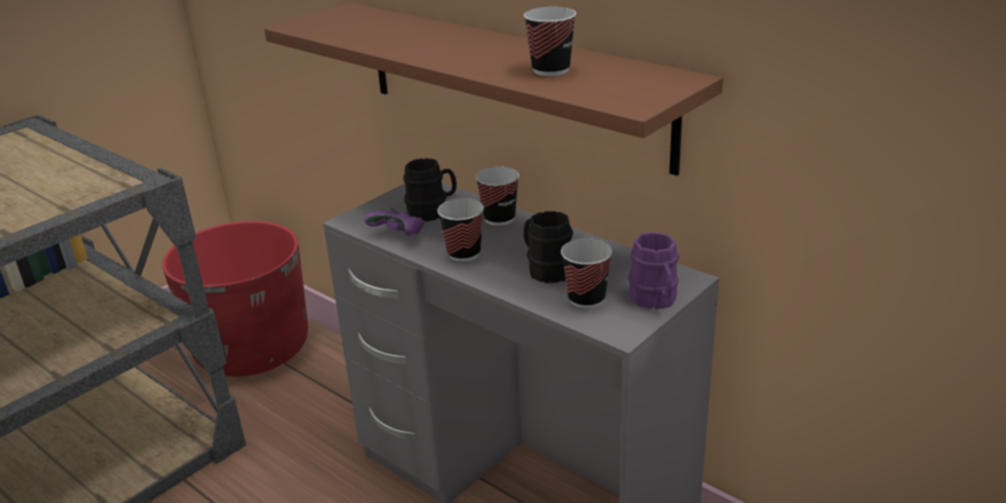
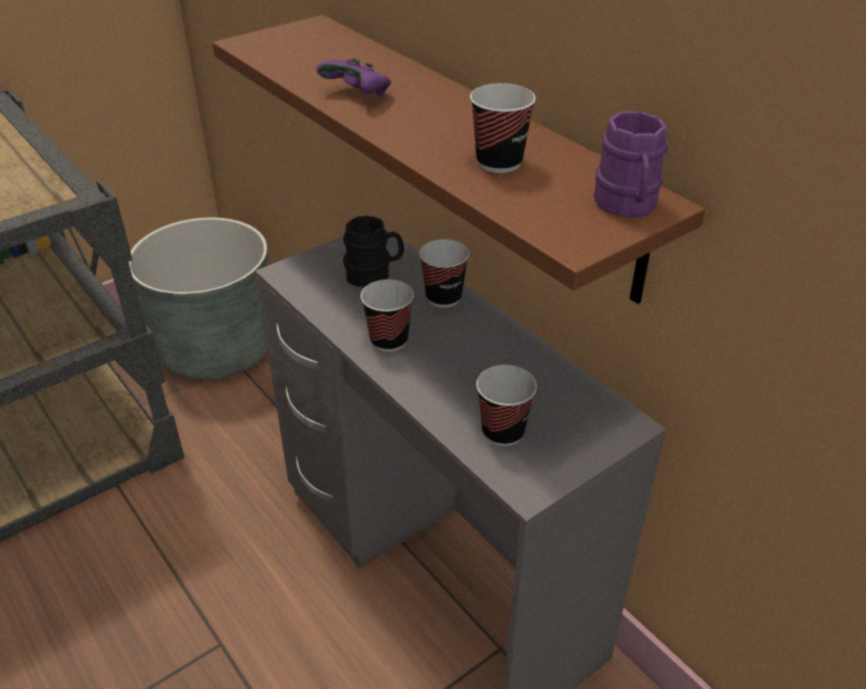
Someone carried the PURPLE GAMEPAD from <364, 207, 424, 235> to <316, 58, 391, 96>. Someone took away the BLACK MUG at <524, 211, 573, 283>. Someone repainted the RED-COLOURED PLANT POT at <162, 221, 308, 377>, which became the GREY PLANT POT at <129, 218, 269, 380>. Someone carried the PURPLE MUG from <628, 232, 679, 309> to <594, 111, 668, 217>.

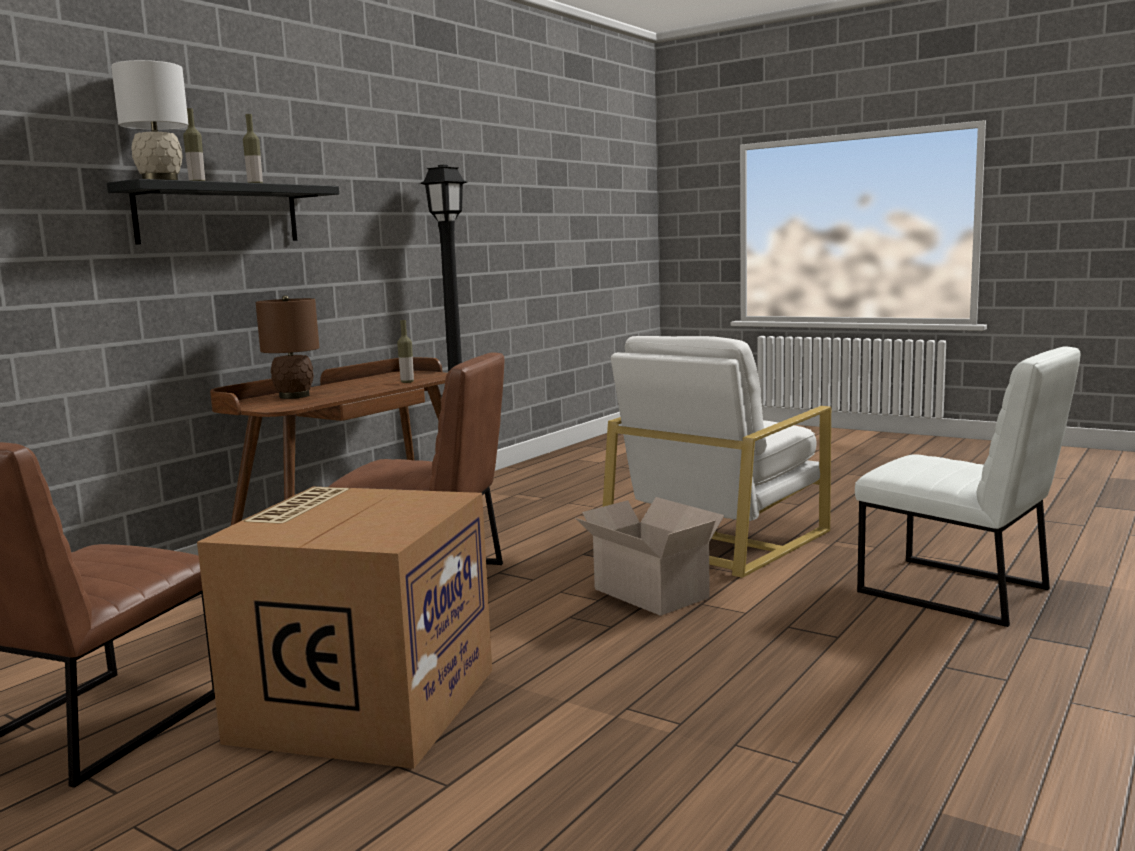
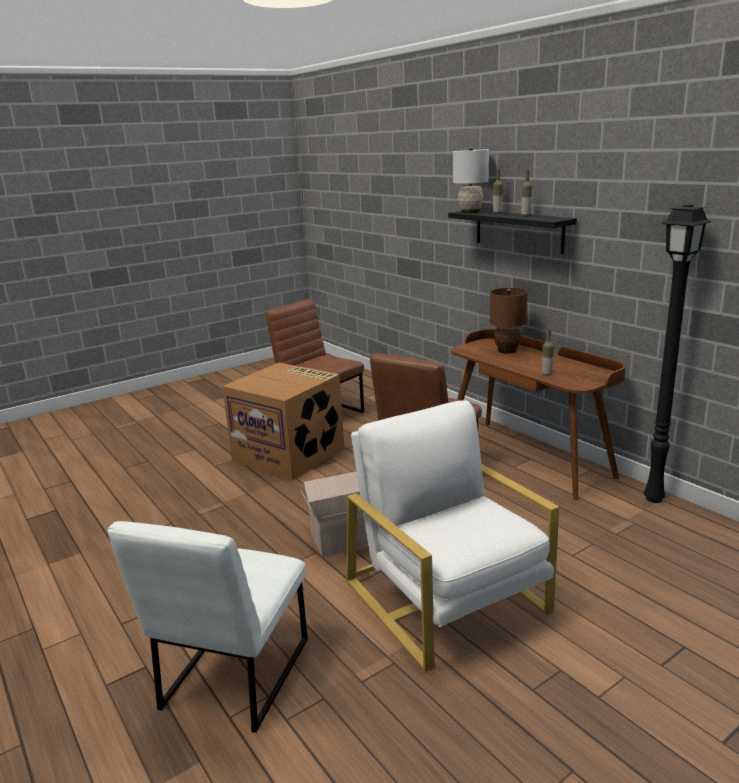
Someone rotated the WHITISH CHAIR at <855, 346, 1080, 627> by 45 degrees counterclockwise.

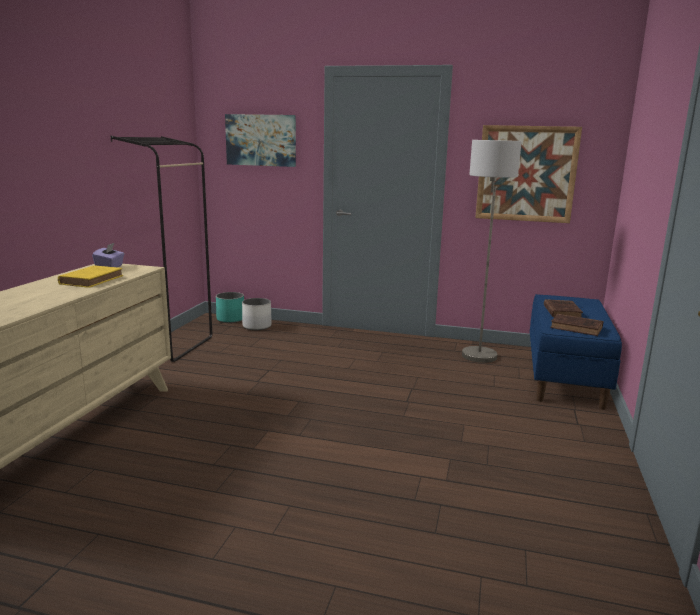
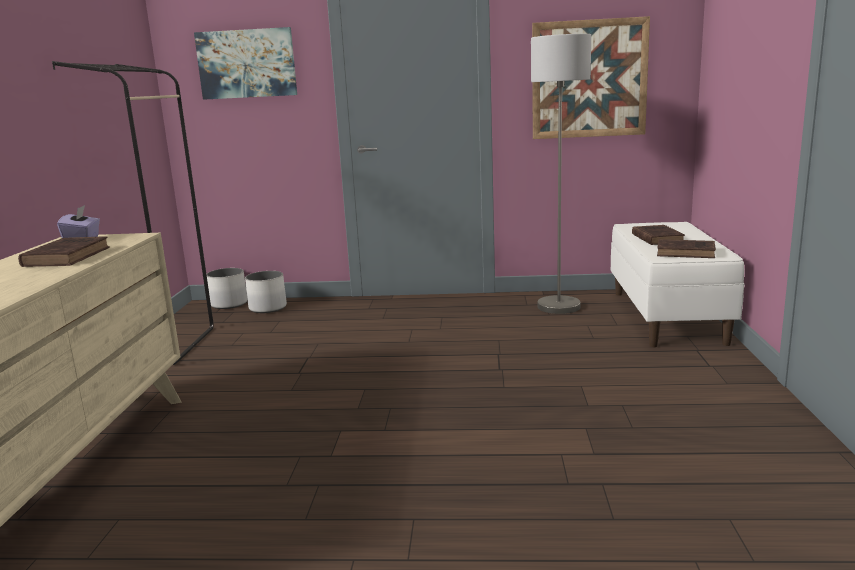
Someone repainted the YELLOW-COLOURED BOUND BOOK at <58, 265, 123, 288>, which became the BROWN BOUND BOOK at <18, 236, 110, 267>. Someone repainted the TURQUOISE PLANT POT at <216, 292, 244, 323>, which became the WHITISH PLANT POT at <206, 268, 247, 309>. Someone repainted the BLUISH BENCH at <530, 294, 622, 410>, which became the WHITISH BENCH at <611, 222, 745, 347>.

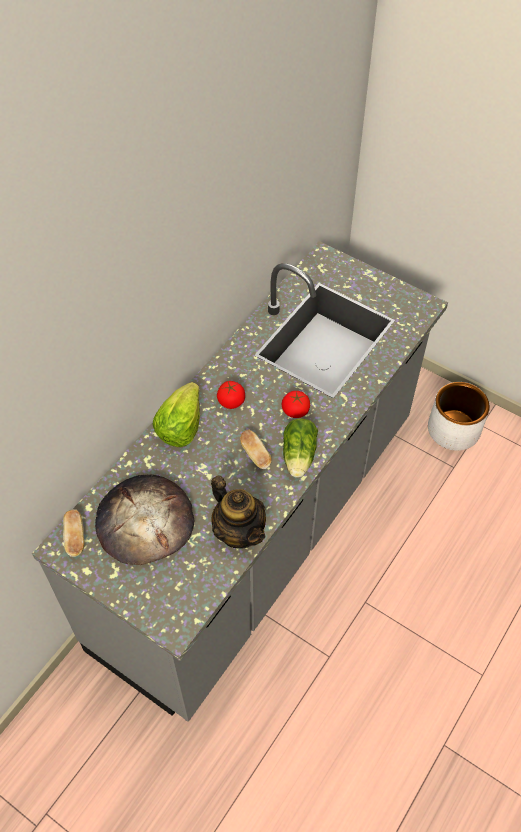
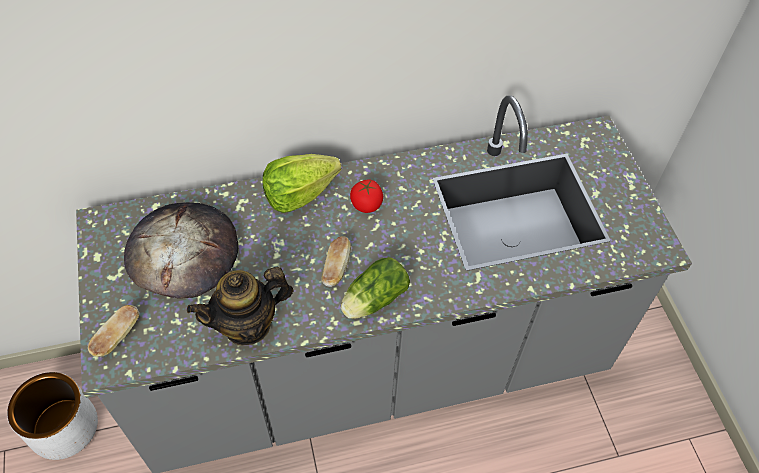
Someone carried the WHITISH PLANT POT from <428, 382, 490, 451> to <7, 372, 98, 460>. Someone took away the TOMATO at <282, 391, 310, 418>. Someone rotated the TEA POT at <211, 475, 266, 549> by 60 degrees clockwise. Someone carried the BAKERY BREAD from <63, 509, 85, 557> to <88, 305, 140, 357>.

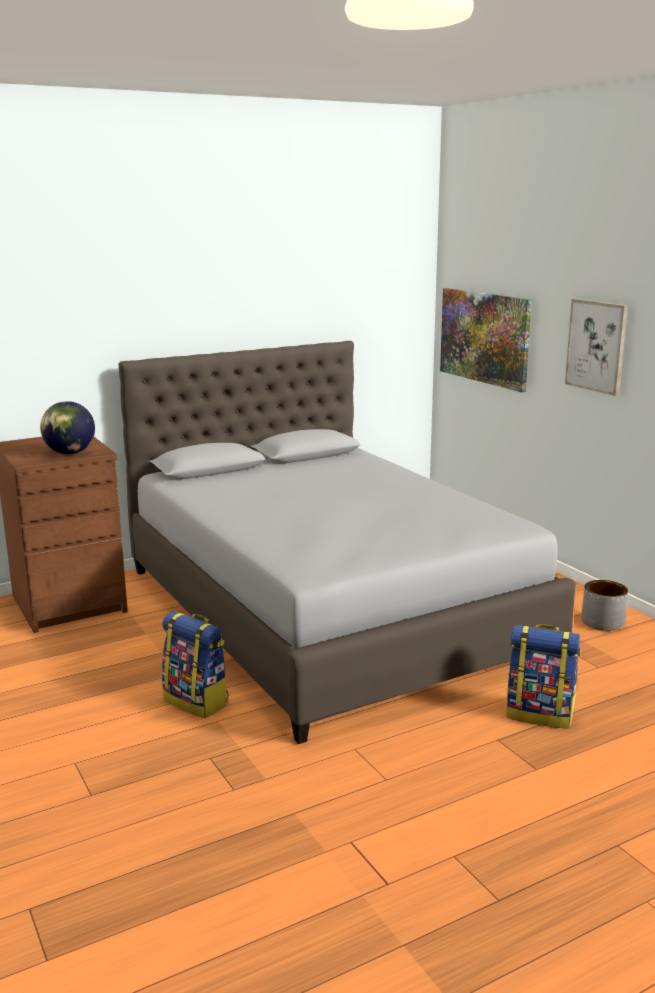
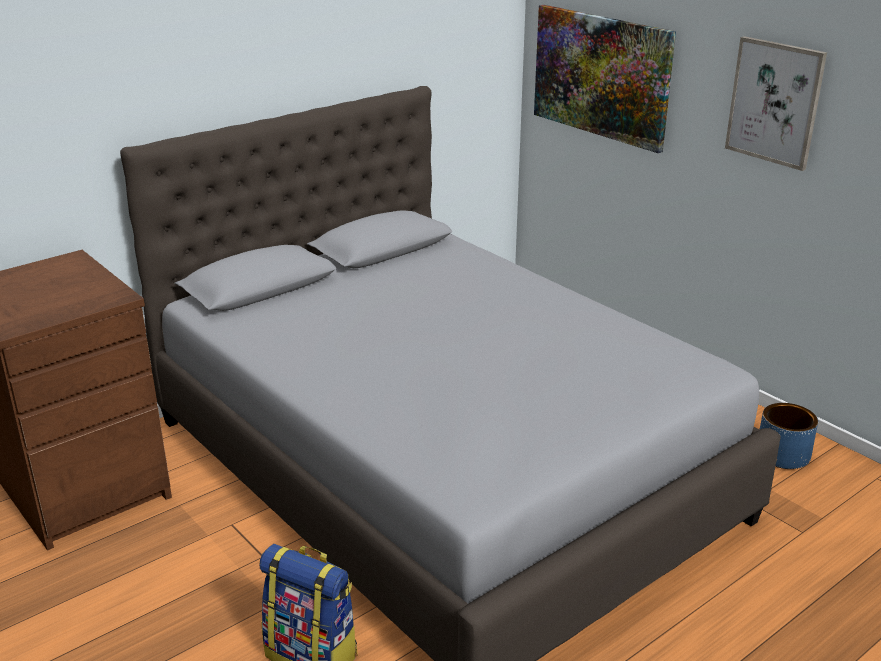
Someone took away the GLOBE at <40, 401, 95, 454>. Someone repainted the GREY PLANT POT at <581, 580, 628, 631>, which became the BLUISH PLANT POT at <759, 403, 818, 469>. Someone took away the KNAPSACK at <506, 624, 580, 729>.

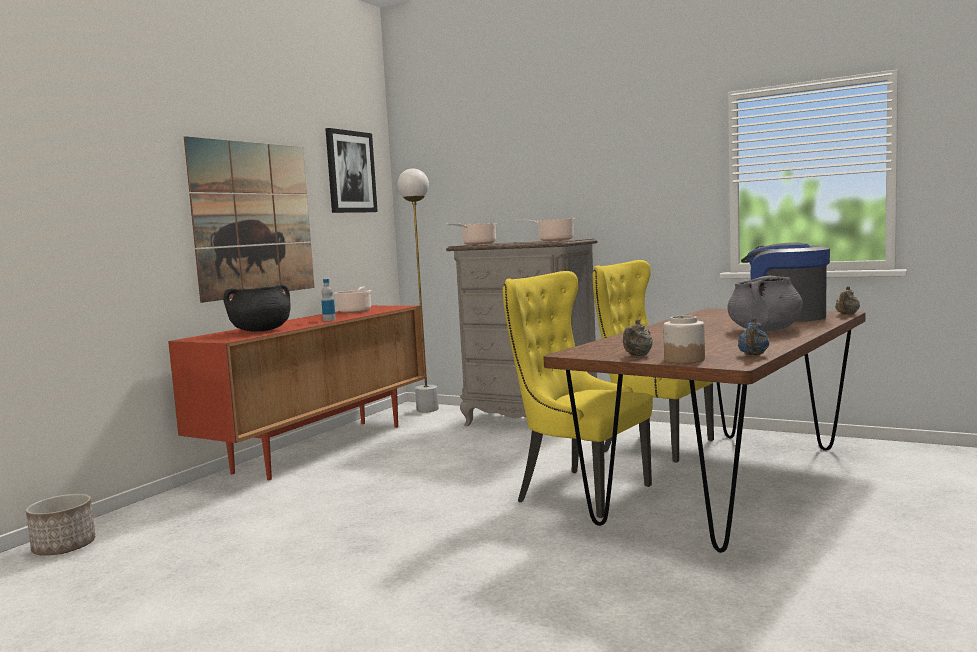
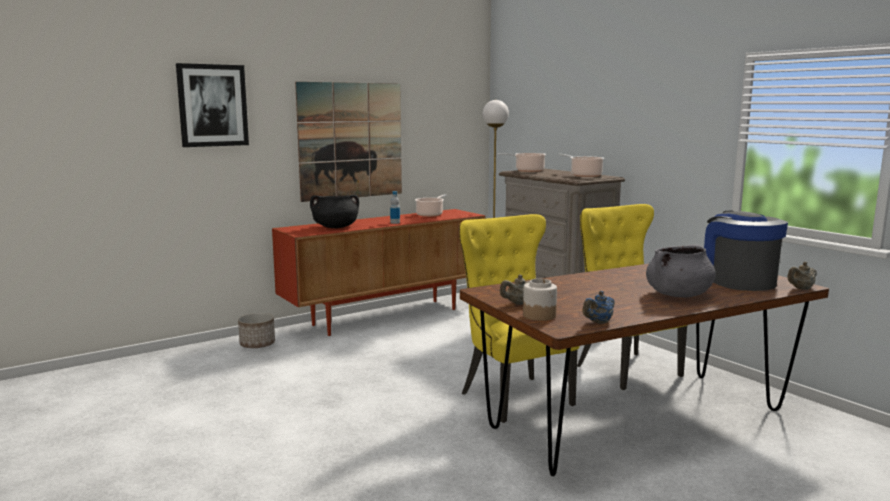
Someone carried the PICTURE from <325, 128, 378, 213> to <176, 63, 249, 147>. Someone carried the PLANT POT from <26, 494, 95, 556> to <238, 313, 275, 348>.

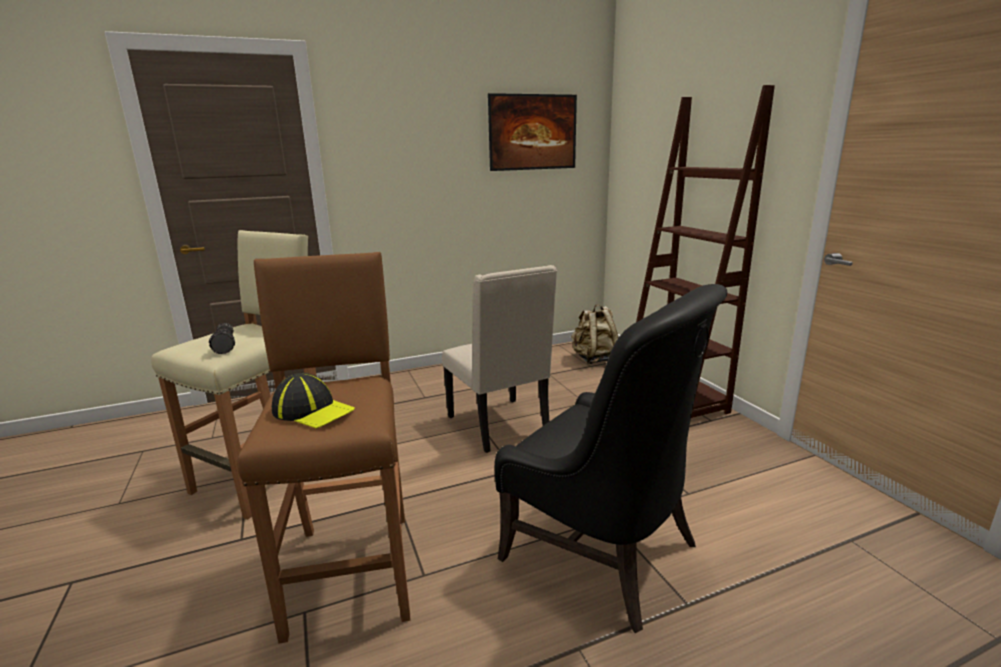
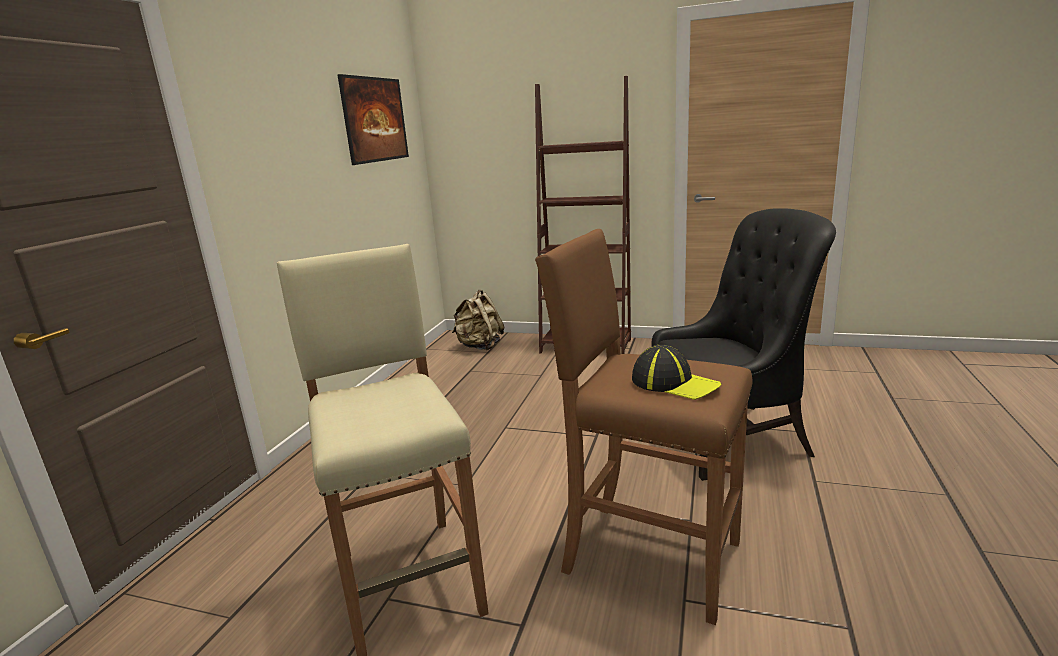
Someone took away the BEIGE-COLOURED CHAIR at <442, 265, 557, 453>. Someone took away the FLASHLIGHT at <209, 323, 235, 354>. Someone rotated the BASEBALL CAP at <272, 373, 355, 429> by 60 degrees clockwise.

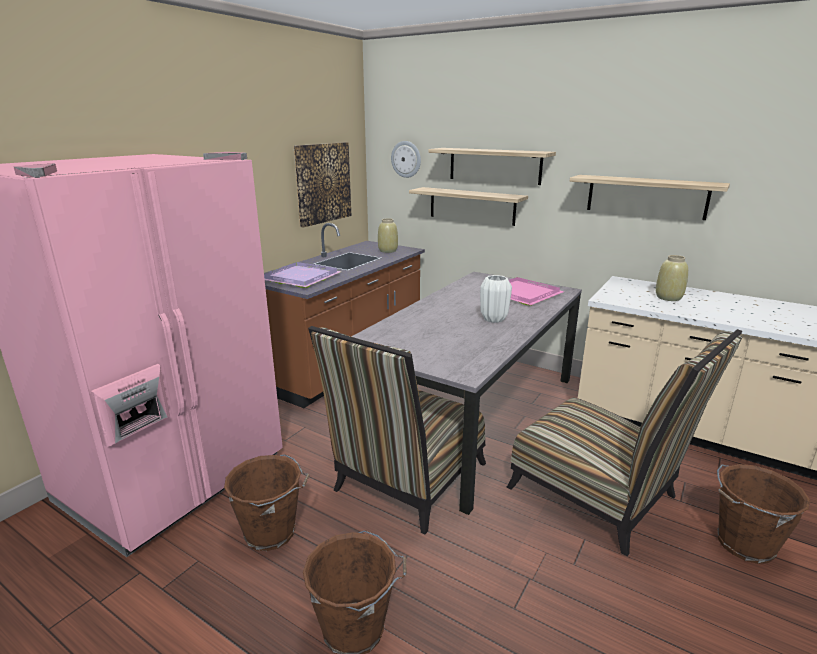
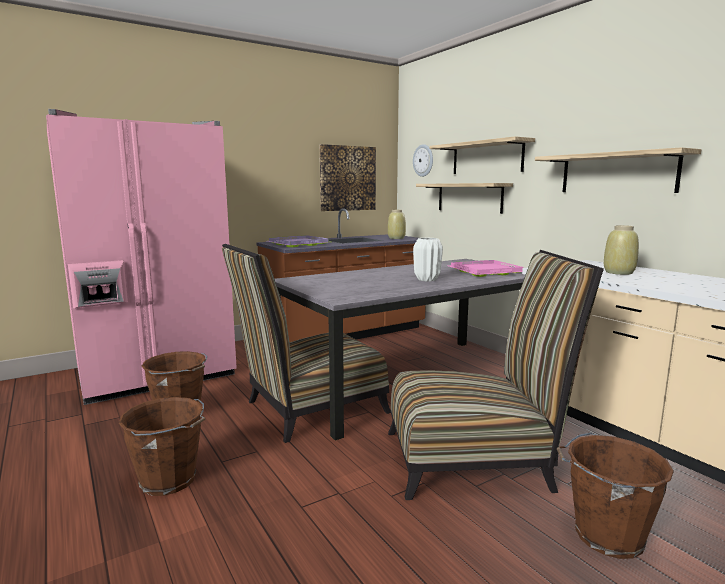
Someone rotated the CHAIR at <507, 329, 743, 556> by 75 degrees counterclockwise.

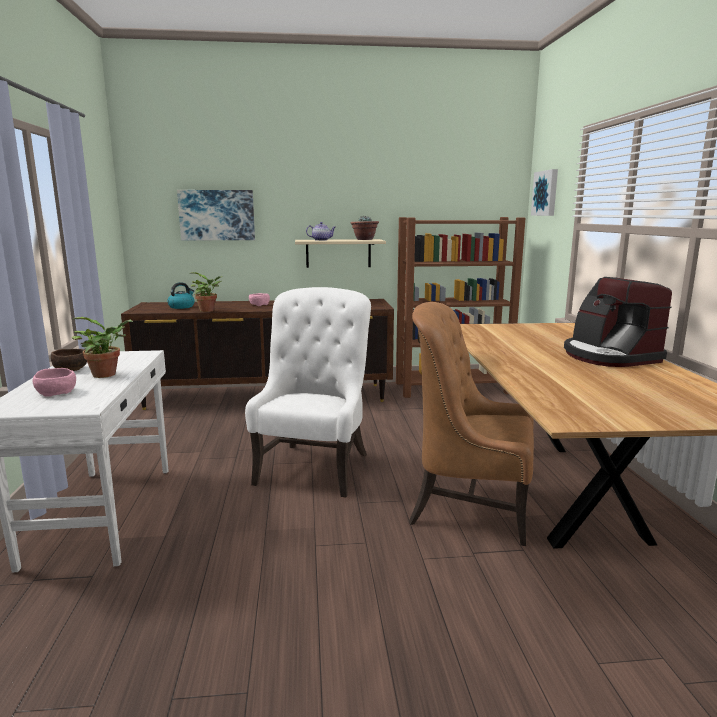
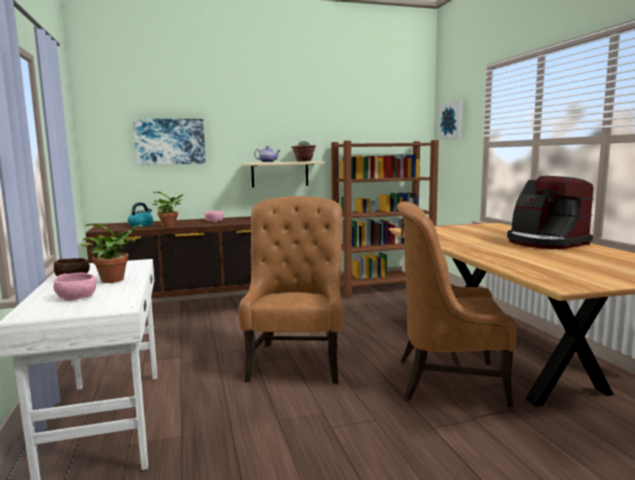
Someone repainted the WHITISH CHAIR at <245, 287, 371, 497>, which became the BROWN CHAIR at <238, 196, 343, 384>.

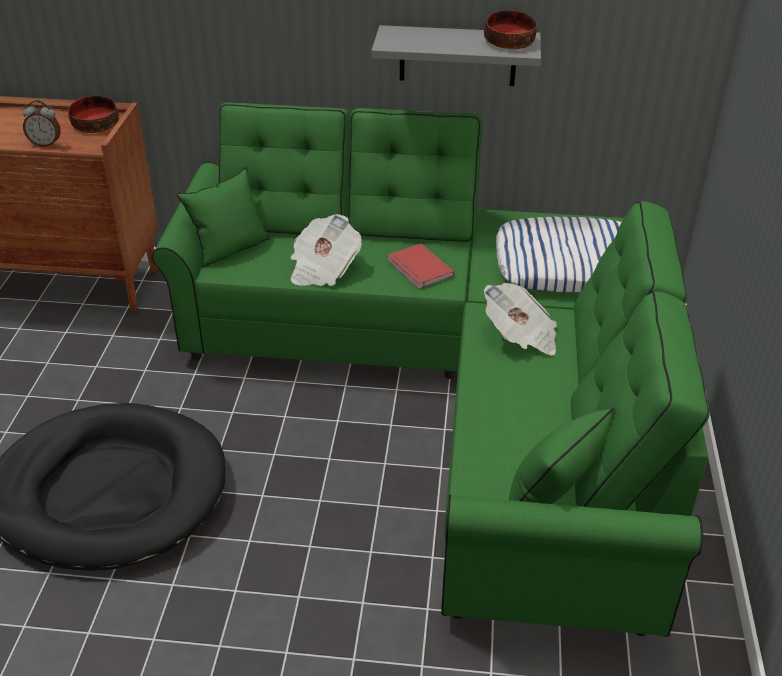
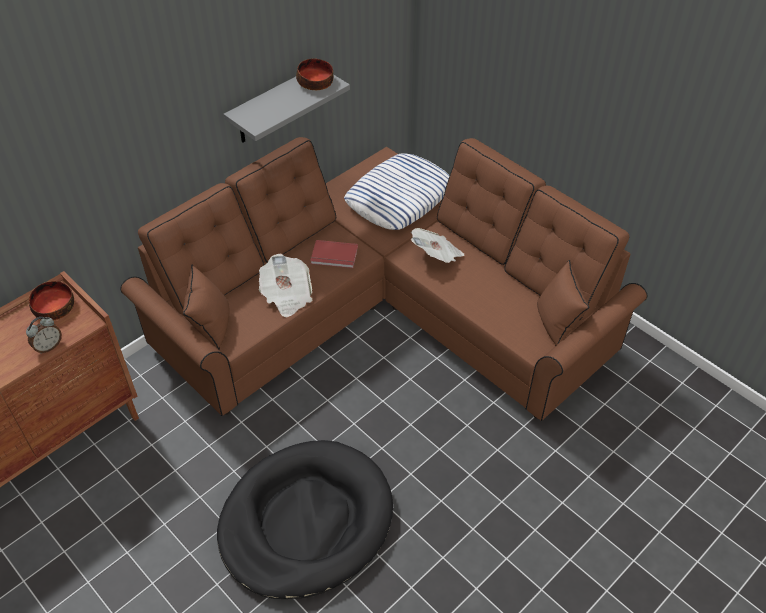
Someone repainted the GREEN SETTEE at <151, 102, 710, 637>, which became the BROWN SETTEE at <120, 137, 647, 421>.

